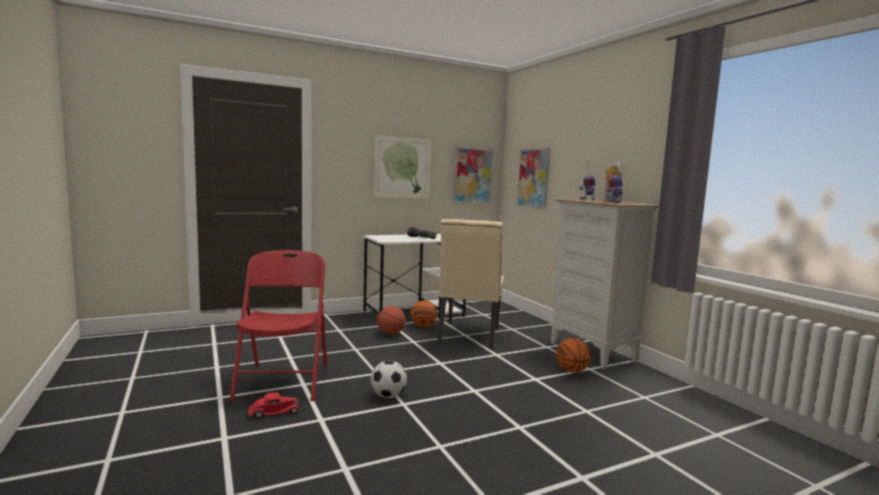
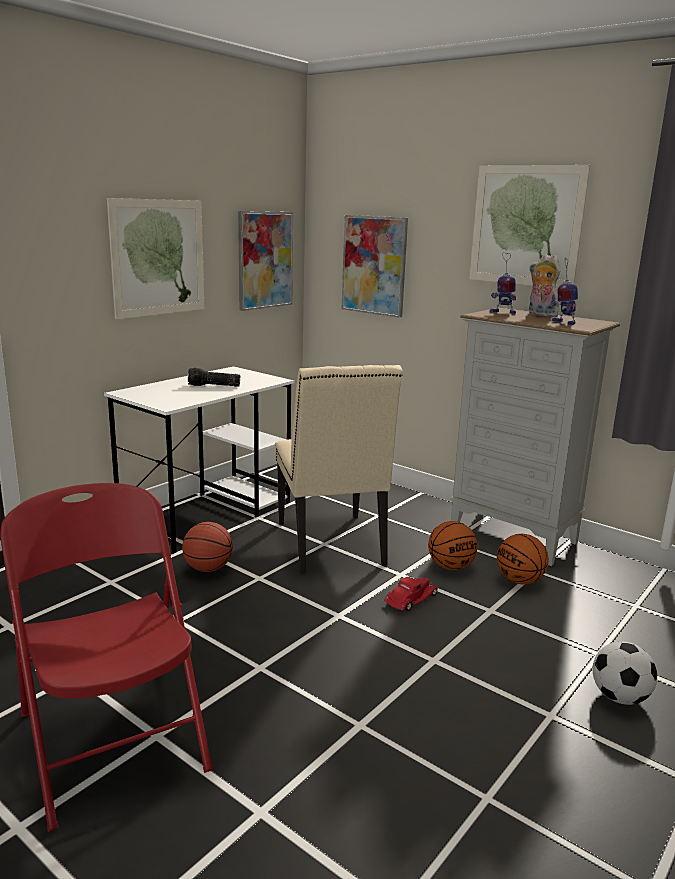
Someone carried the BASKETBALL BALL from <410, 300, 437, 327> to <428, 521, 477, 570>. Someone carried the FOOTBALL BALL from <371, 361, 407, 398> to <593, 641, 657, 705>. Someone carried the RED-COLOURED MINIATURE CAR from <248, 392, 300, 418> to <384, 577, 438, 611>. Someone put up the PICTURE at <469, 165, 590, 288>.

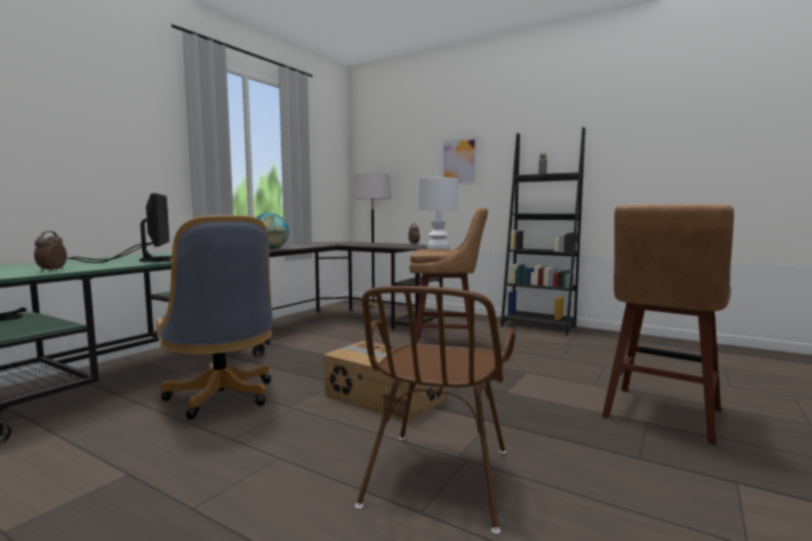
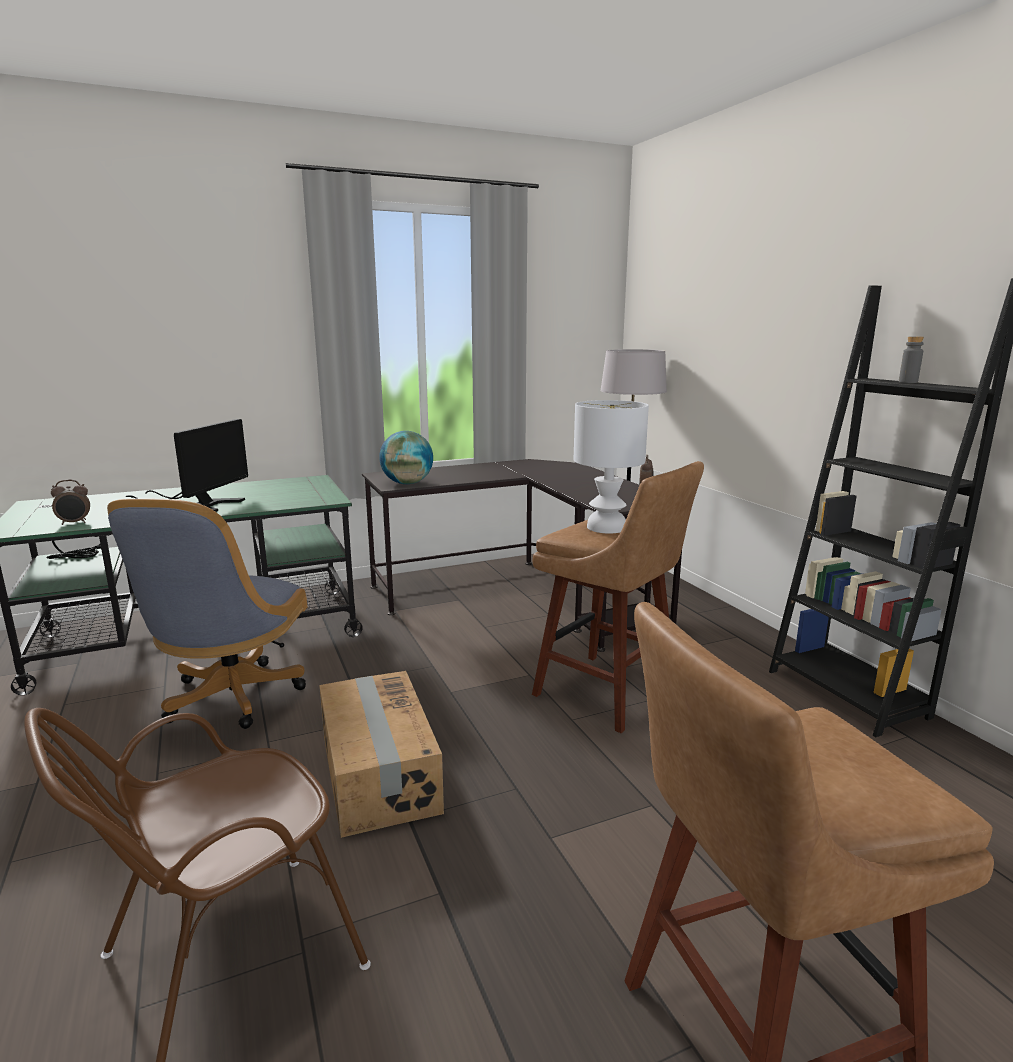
Someone took away the PICTURE at <442, 137, 477, 185>. Someone rotated the ALARM CLOCK at <34, 231, 67, 272> by 150 degrees counterclockwise.

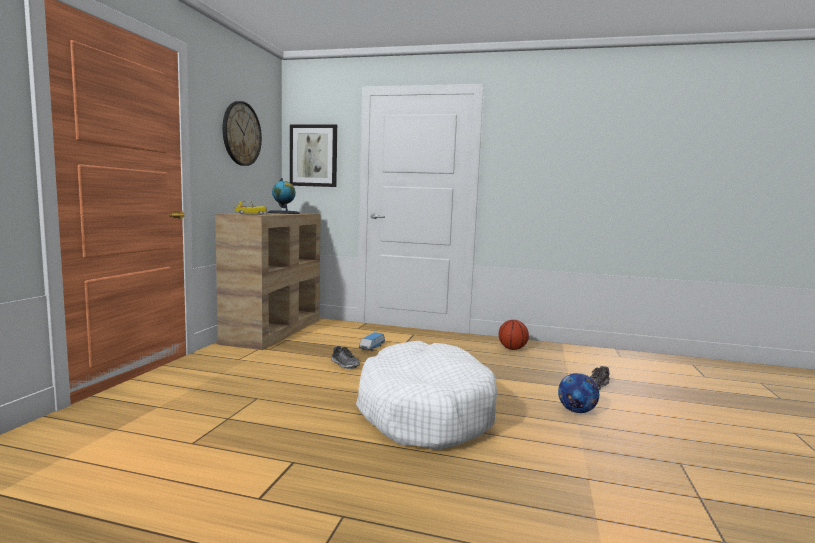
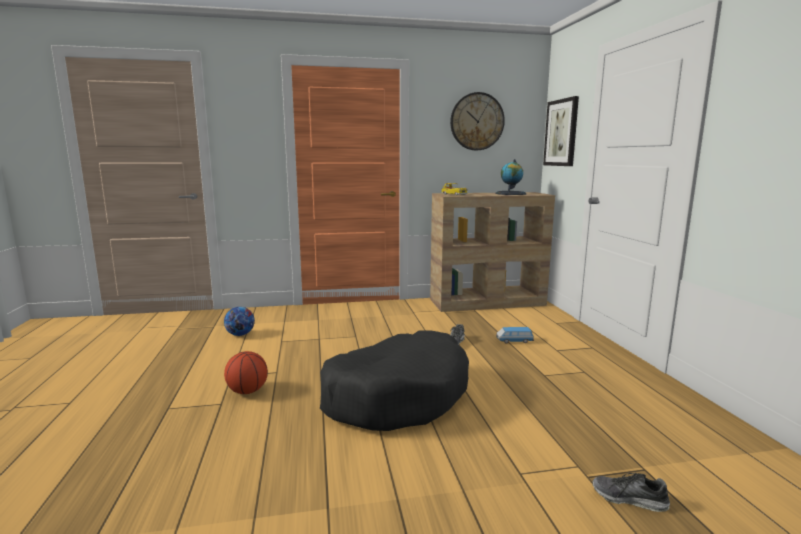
Someone carried the BASKETBALL BALL from <499, 320, 529, 350> to <224, 351, 268, 394>. Someone repainted the WHITISH PET BED at <356, 341, 497, 450>, which became the BLACK PET BED at <320, 330, 469, 431>. Someone carried the FOOTBALL BALL from <558, 373, 599, 413> to <224, 307, 255, 336>.

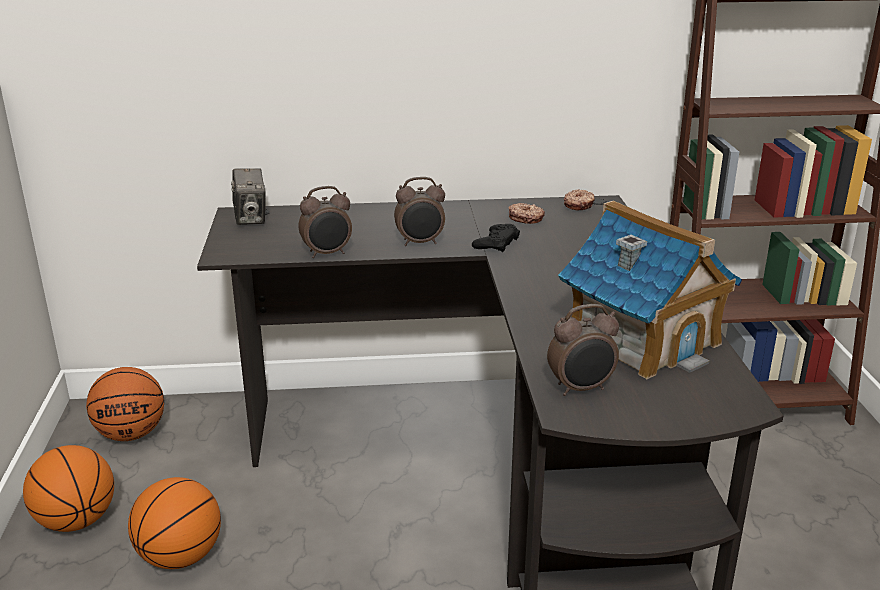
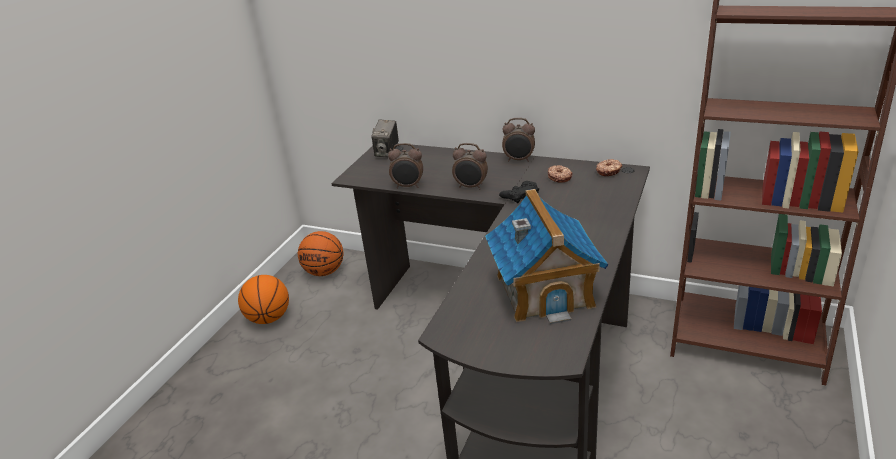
Someone carried the ALARM CLOCK from <547, 304, 619, 396> to <502, 118, 535, 162>. Someone took away the BASKETBALL BALL at <128, 477, 221, 569>.

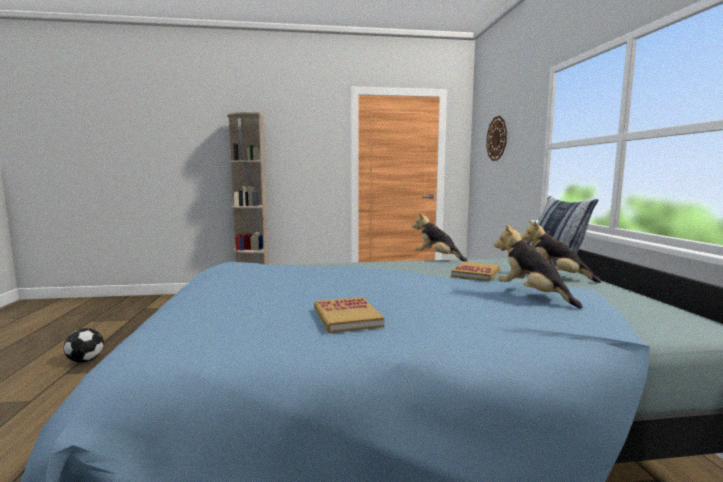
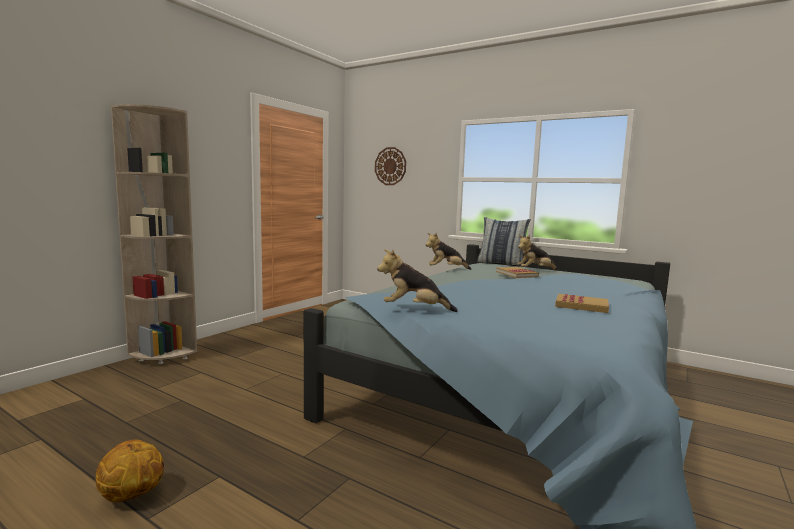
Someone carried the SOFT TOY from <494, 224, 583, 308> to <377, 249, 458, 312>. Someone swapped the FOOTBALL BALL at <64, 328, 104, 363> for the BASKETBALL BALL at <95, 439, 164, 502>.

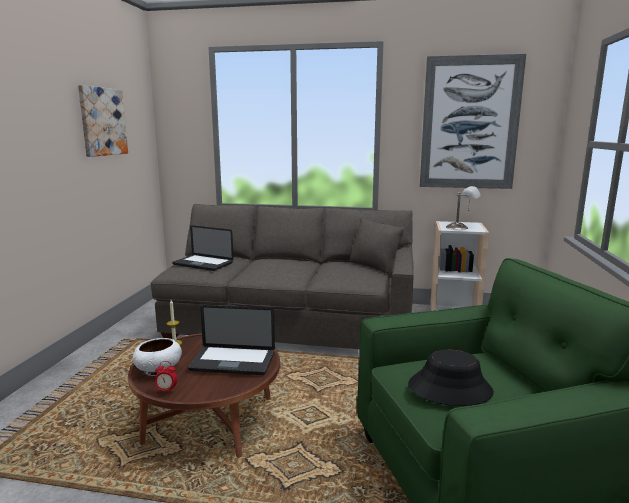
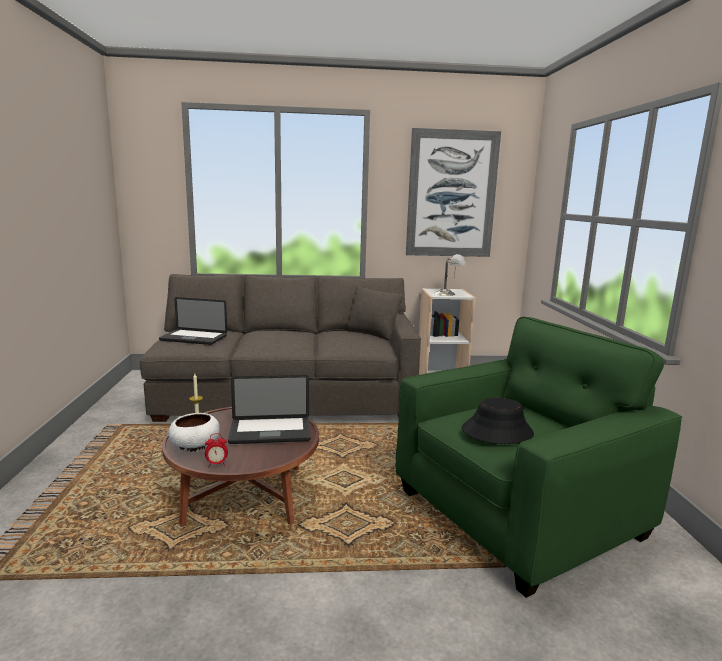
Someone took away the PICTURE at <78, 85, 128, 157>.

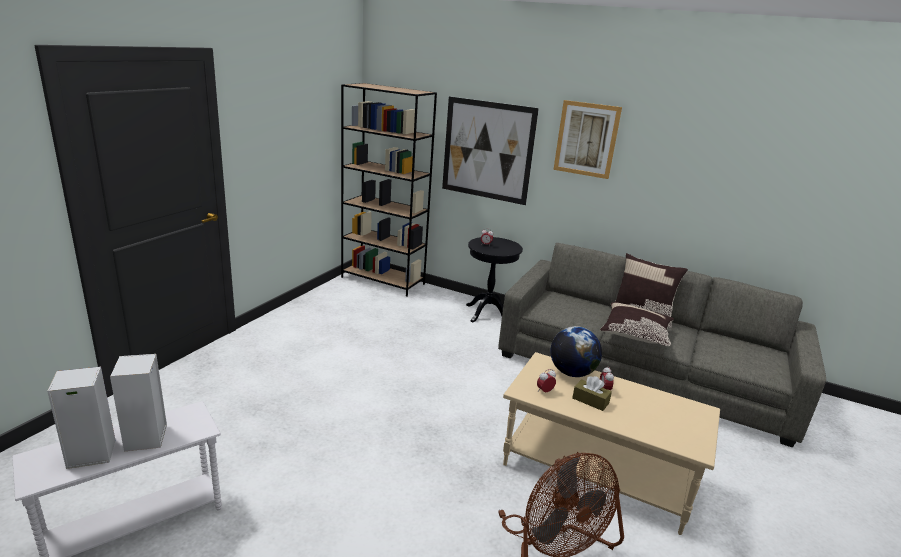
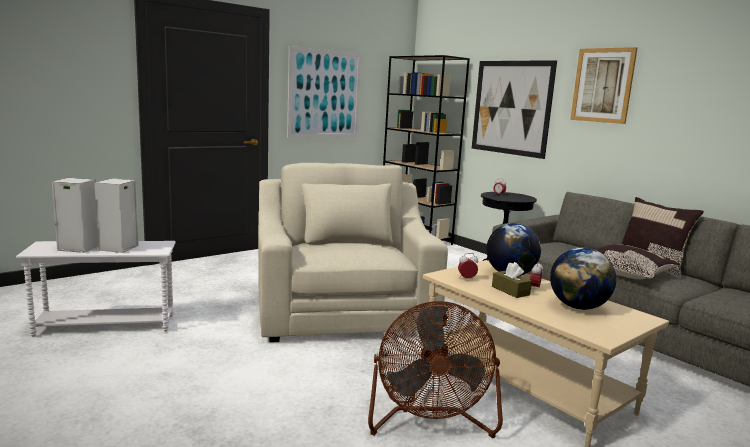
Someone put up the PICTURE at <287, 46, 361, 138>. Someone put down the BEIGE-COLOURED EASY CHAIR at <258, 163, 448, 342>. Someone put down the GLOBE at <550, 247, 616, 310>.

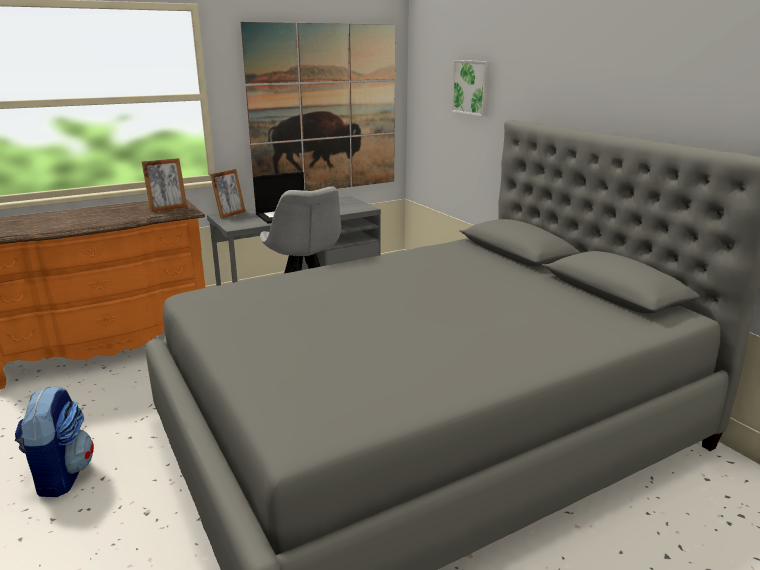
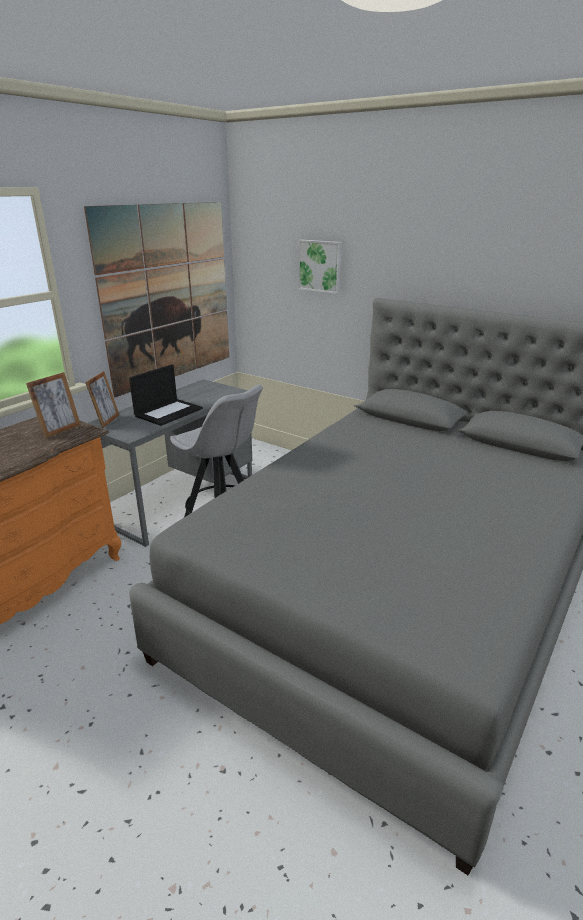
Someone took away the KNAPSACK at <15, 387, 94, 497>.

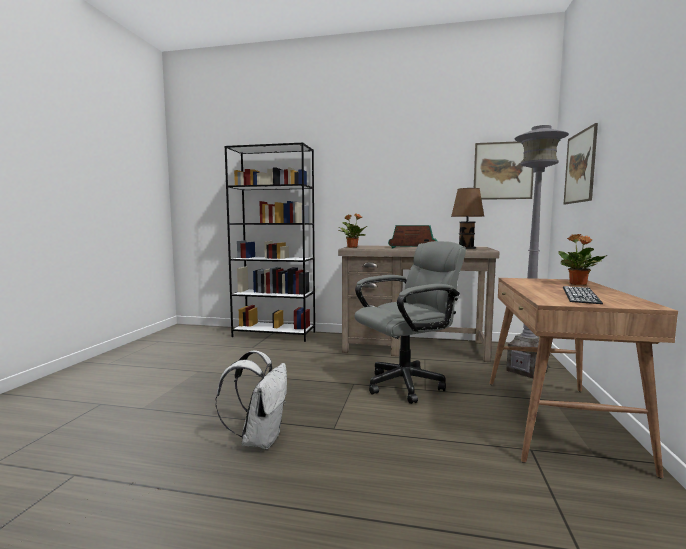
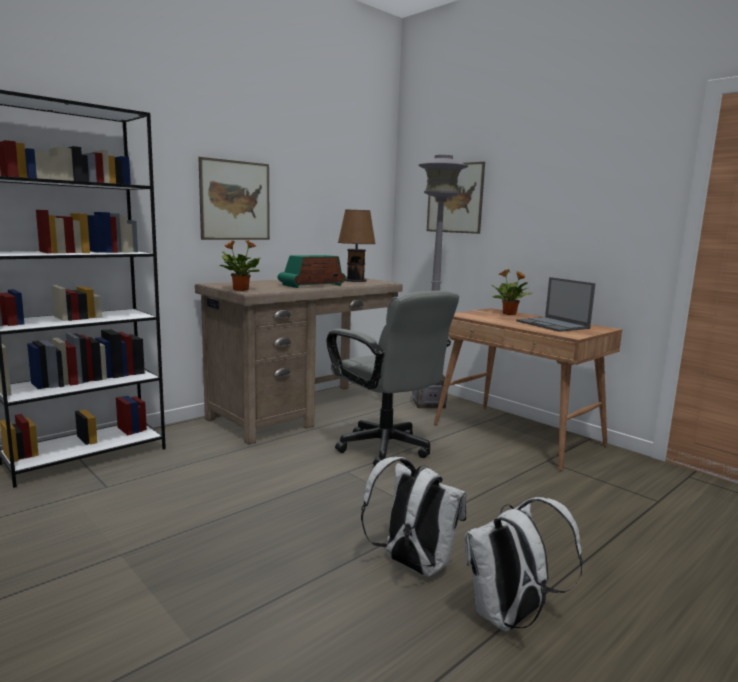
Someone carried the PICTURE from <474, 141, 534, 200> to <198, 157, 270, 240>. Someone rotated the GREY OFFICE CHAIR at <355, 241, 466, 404> by 135 degrees clockwise. Someone swapped the COMPUTER KEYBOARD at <563, 286, 603, 304> for the NOTEBOOK COMPUTER at <516, 277, 596, 332>. Someone put down the WHITISH KNAPSACK at <465, 497, 583, 631>.

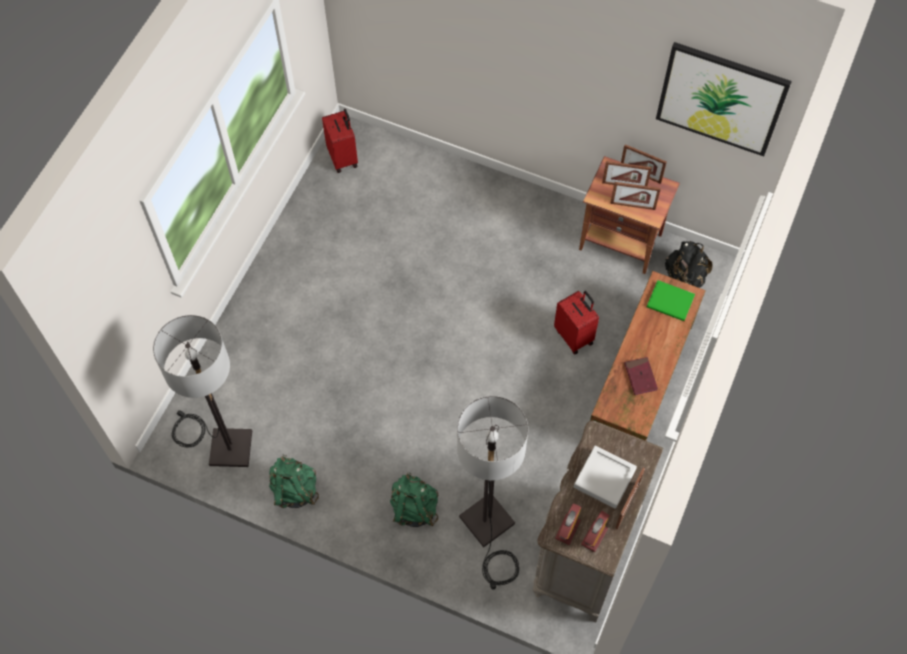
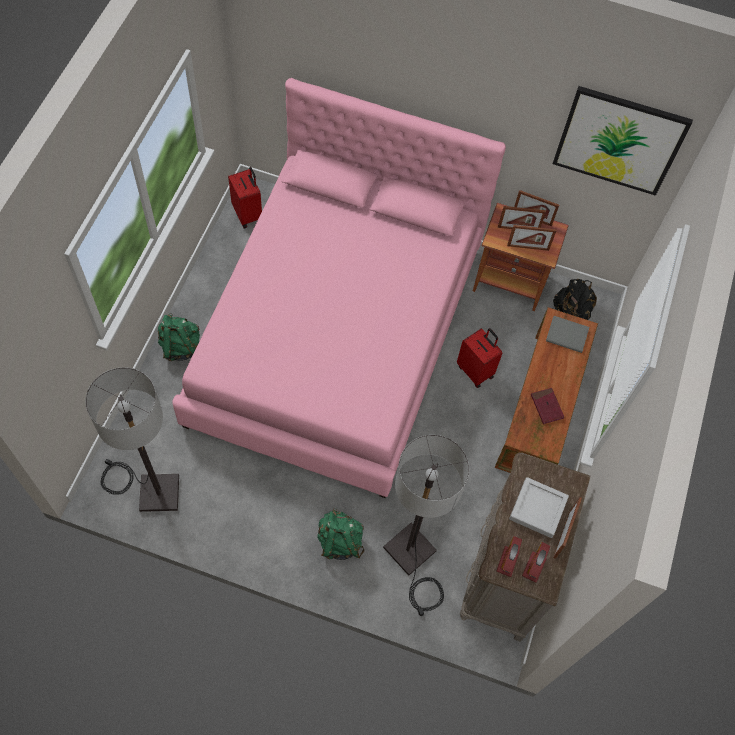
Someone repainted the GREEN BOUND BOOK at <647, 280, 695, 321>, which became the GREY BOUND BOOK at <546, 316, 589, 353>. Someone carried the GREEN KNAPSACK from <269, 455, 319, 508> to <158, 313, 200, 361>. Someone put down the PINKISH BEDROOM BED at <172, 78, 506, 498>.

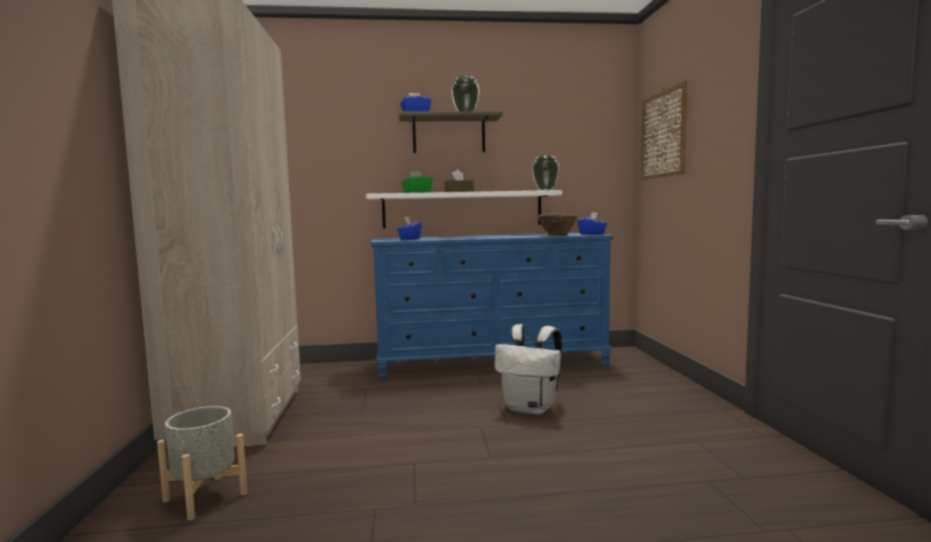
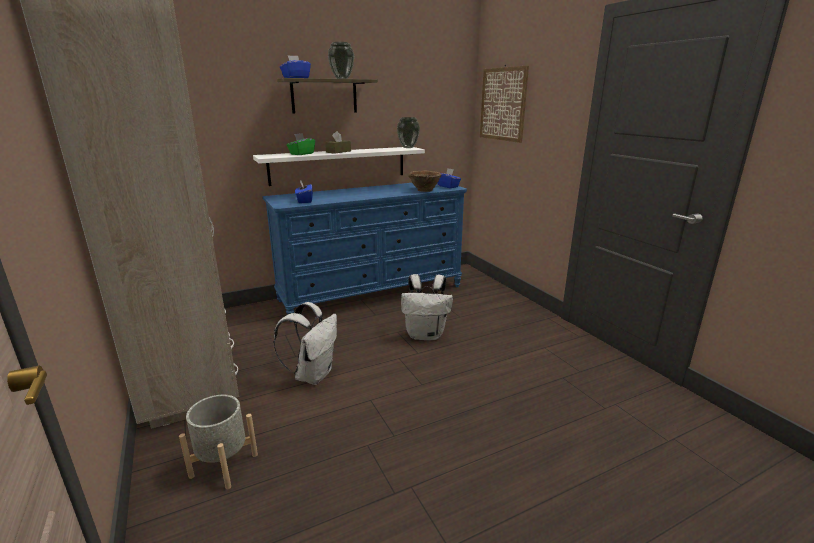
Someone put down the WHITISH KNAPSACK at <273, 302, 337, 385>.

